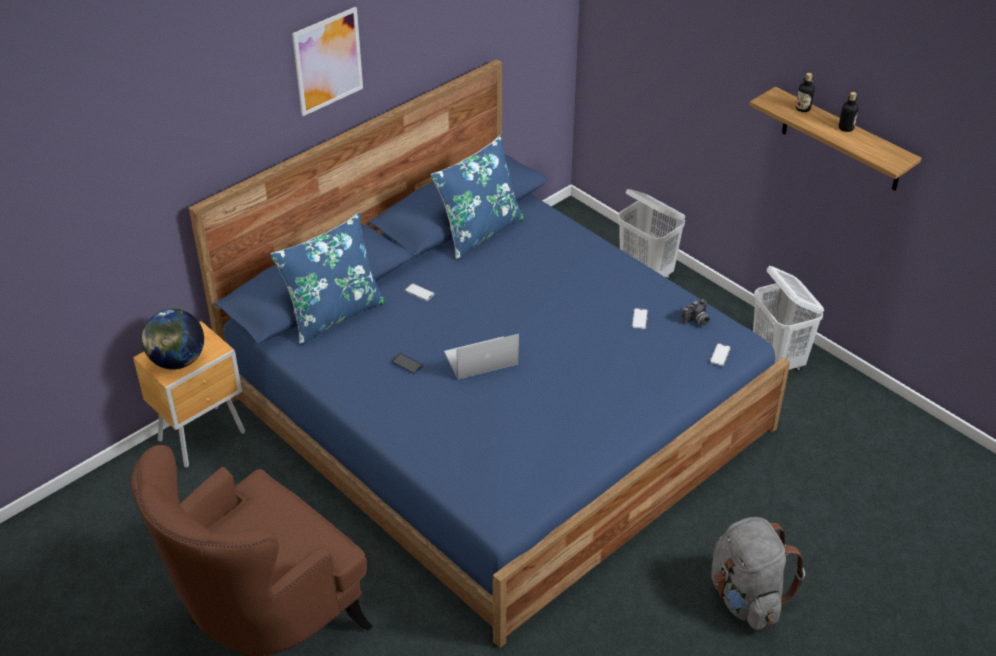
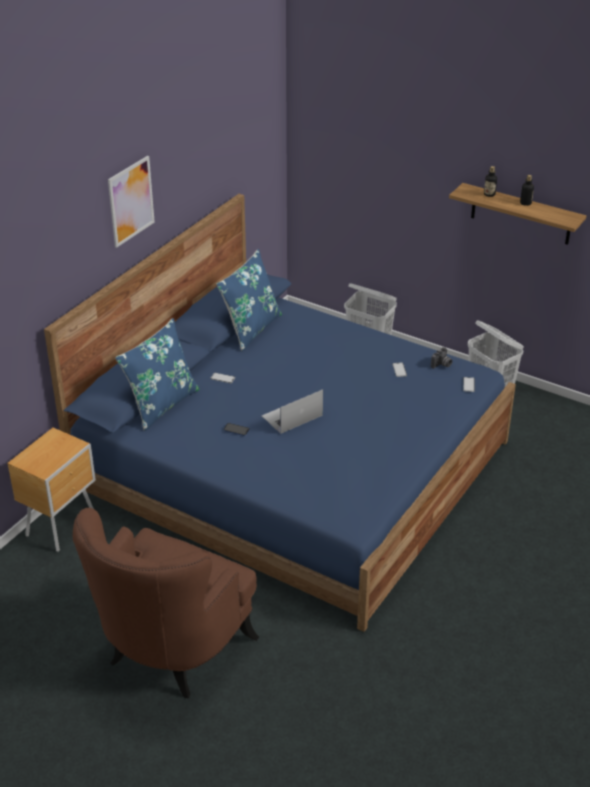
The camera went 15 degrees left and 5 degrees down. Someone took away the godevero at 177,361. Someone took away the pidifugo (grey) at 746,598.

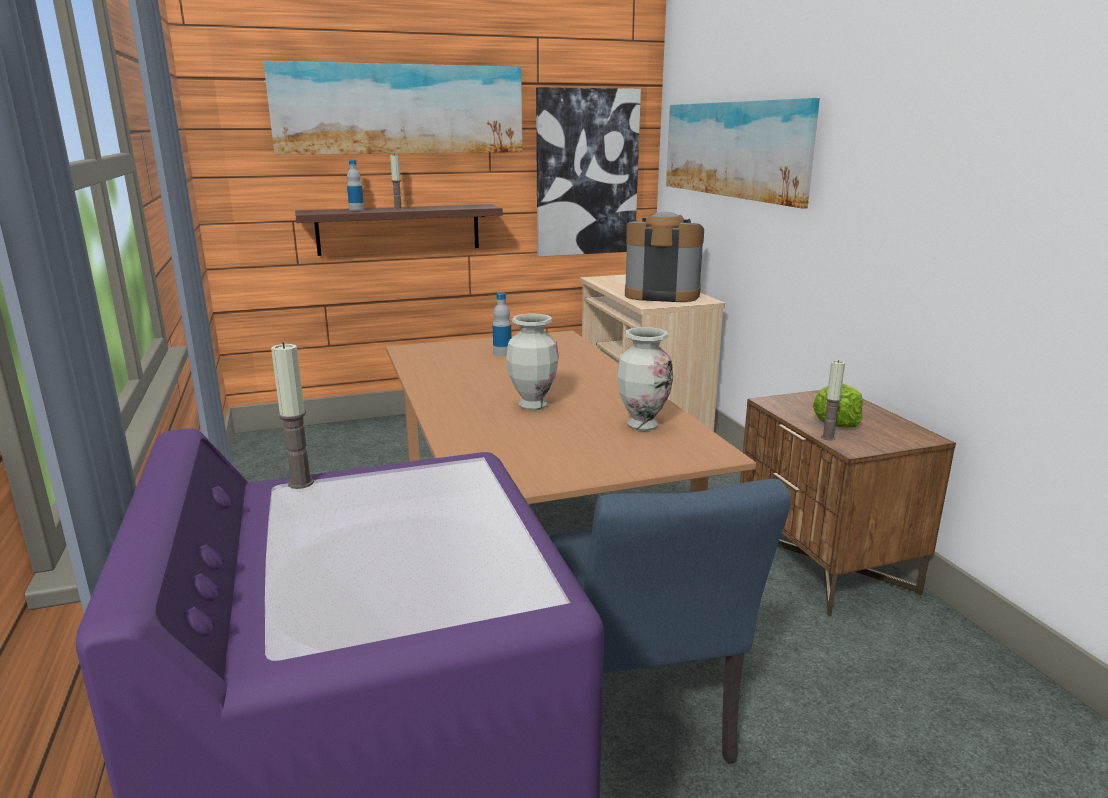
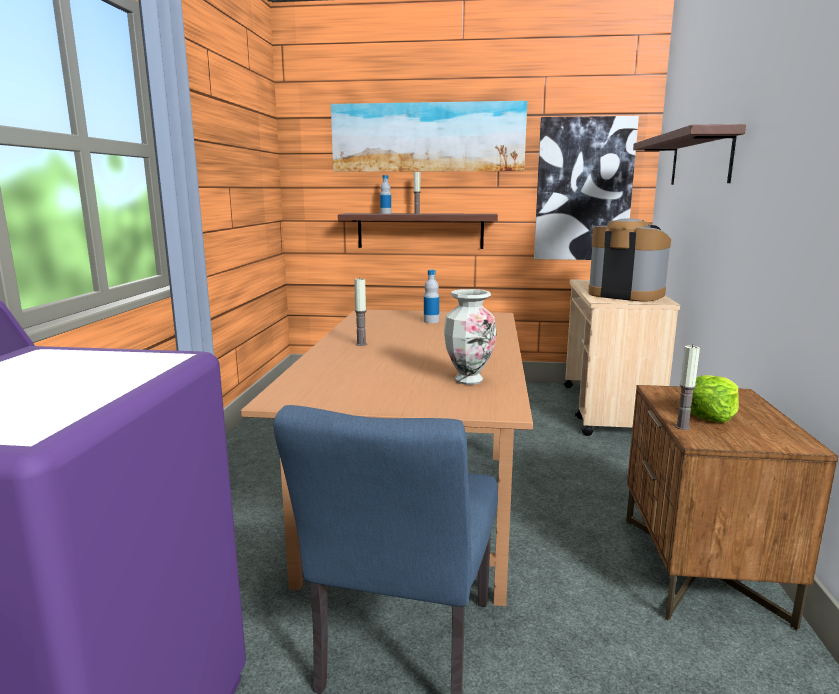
The camera went 25 degrees right and 5 degrees down. Someone carried the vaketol from 301,483 to 361,344. Someone swapped the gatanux at 735,149 for the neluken at 700,159. Someone took away the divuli at 532,405.

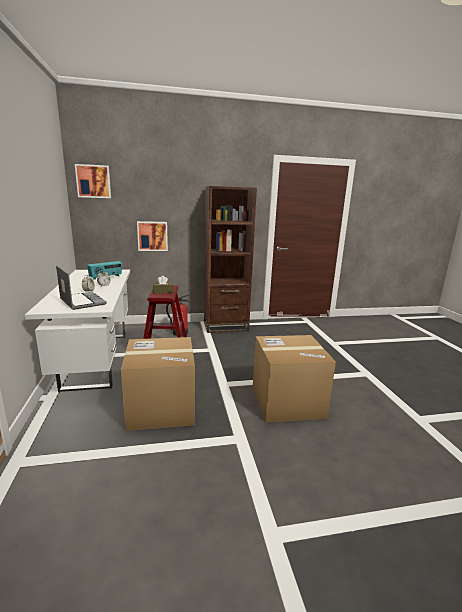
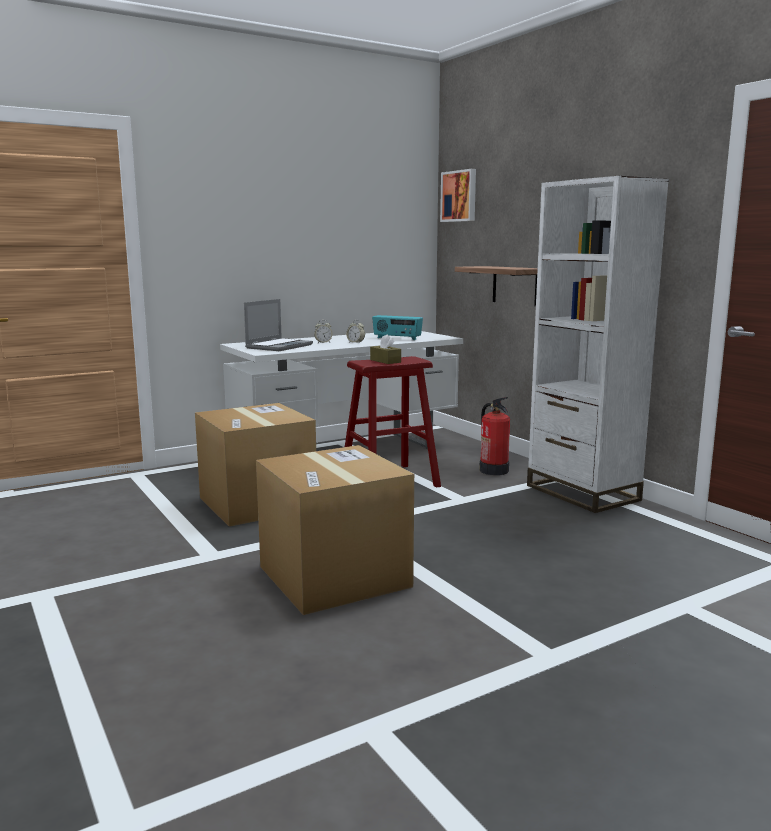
The camera went 70 degrees right and 5 degrees down. Someone swapped the gatanux at 152,236 for the neluken at 515,285. Someone repainted the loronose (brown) at 225,326, which became the loronose (white) at 582,493.

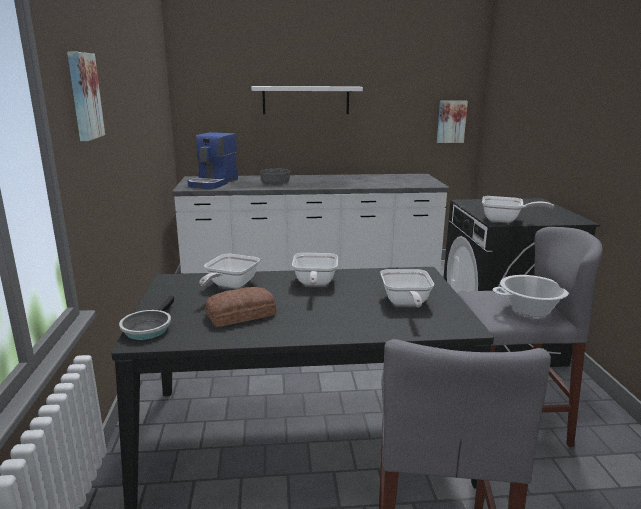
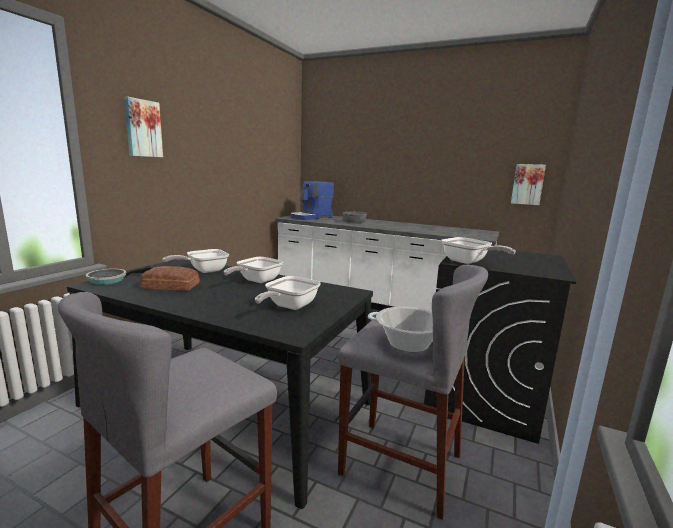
The camera went 30 degrees right and 5 degrees down. Someone took away the neluken (white) at 306,100.

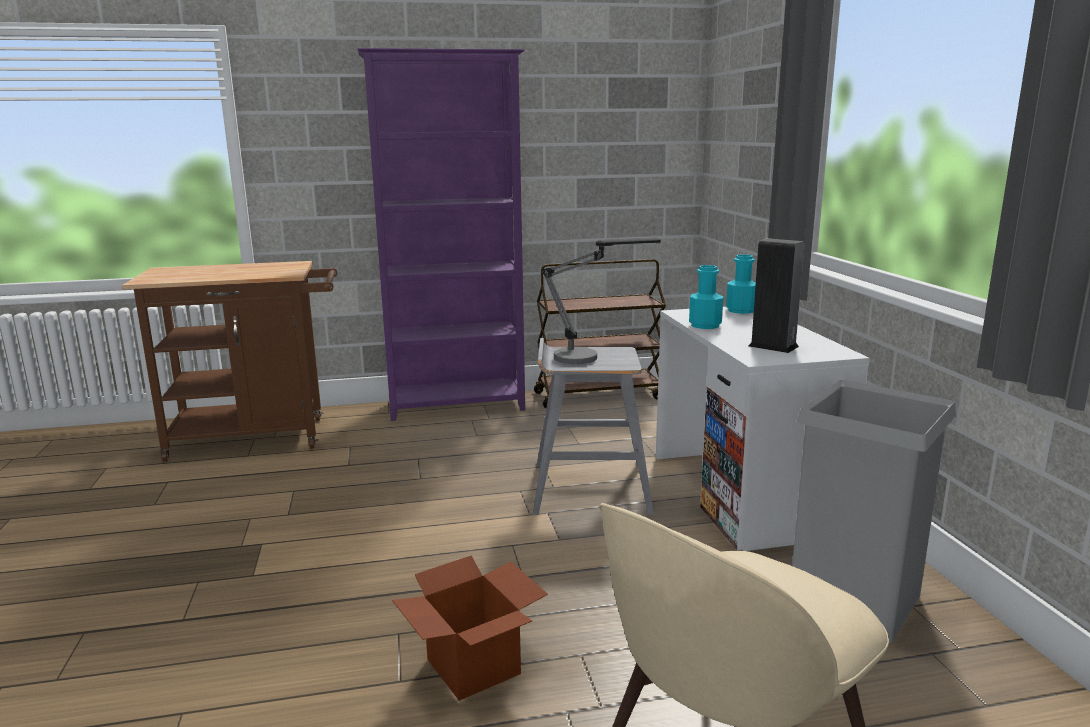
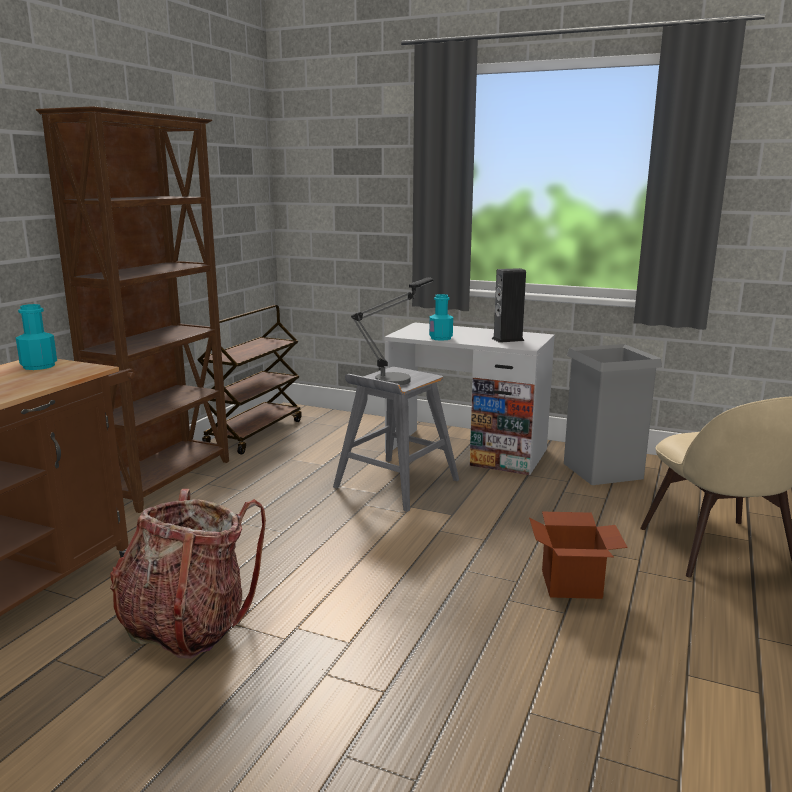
The camera went 55 degrees left and 0 degrees up. Someone carried the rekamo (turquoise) from 741,310 to 39,366. Someone repainted the loronose (purple) at 458,406, which became the loronose (brown) at 167,480. Someone put down the pidifugo at 188,626.

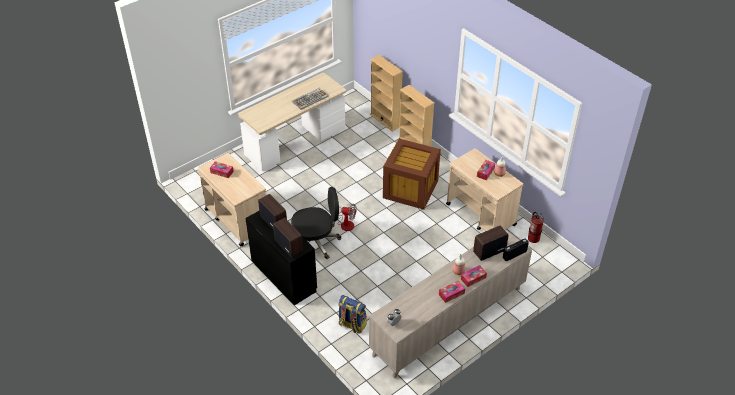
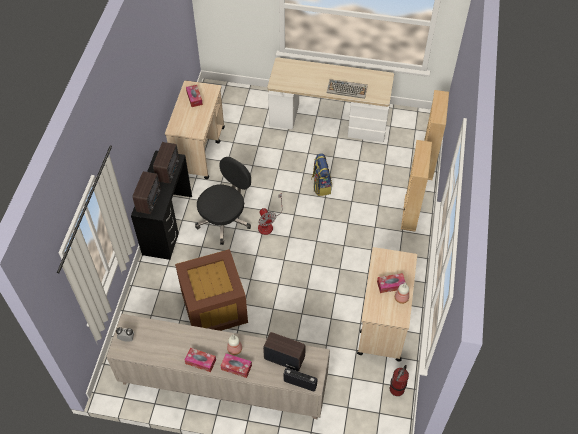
The camera went 50 degrees right and 10 degrees up. Someone carried the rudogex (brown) from 410,189 to 215,306. Someone rotated the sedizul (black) at 316,242 by 90 degrees counterclockwise. Someone carried the pidifugo from 352,324 to 321,185.

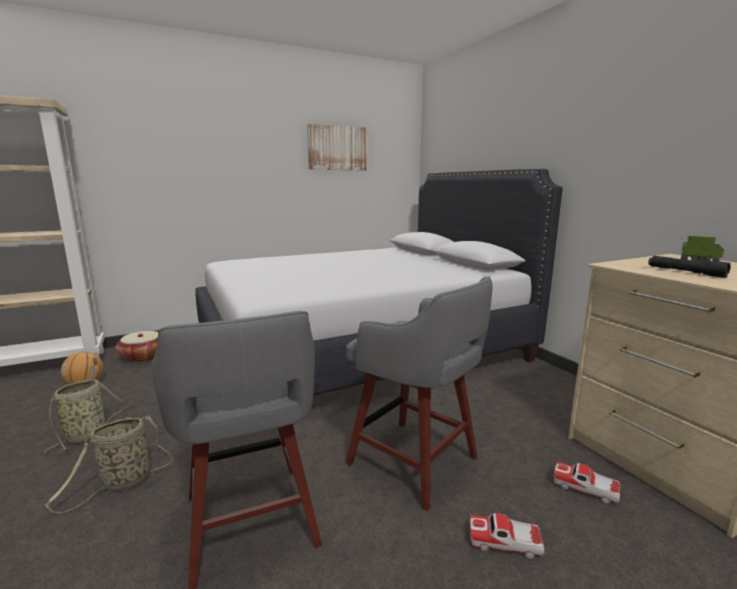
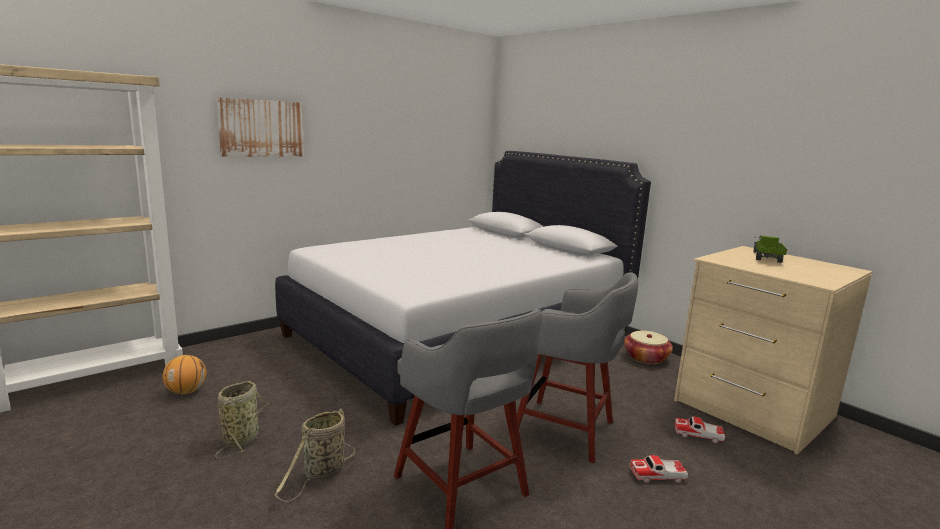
The camera went 15 degrees left and 0 degrees up. Someone carried the gatanux from 338,148 to 261,128. Someone carried the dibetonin from 143,357 to 646,358. Someone took away the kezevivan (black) at 685,272.

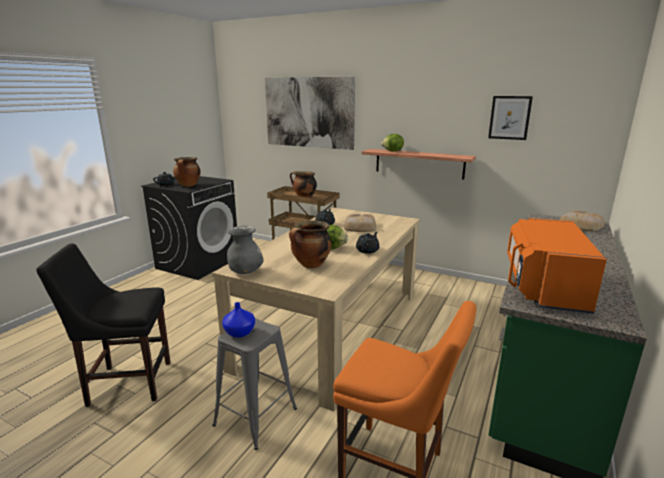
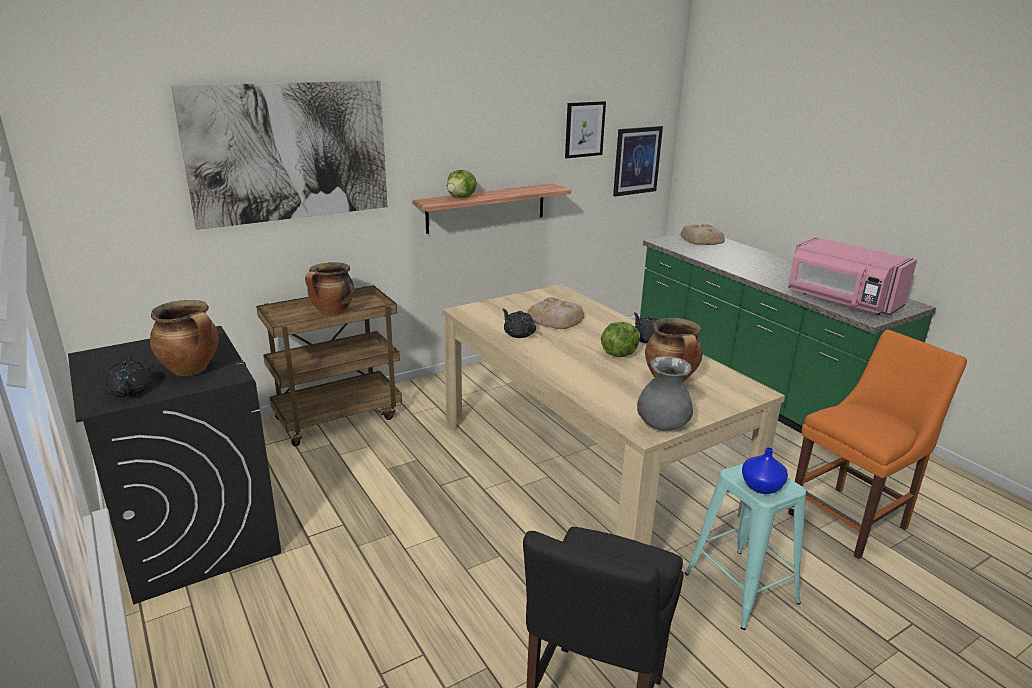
The camera went 60 degrees left and 5 degrees up. Someone put up the gatanux at 637,161. Someone repainted the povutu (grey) at 255,417, which became the povutu (turquoise) at 741,588. Someone repainted the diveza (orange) at 543,286, which became the diveza (pink) at 840,301.

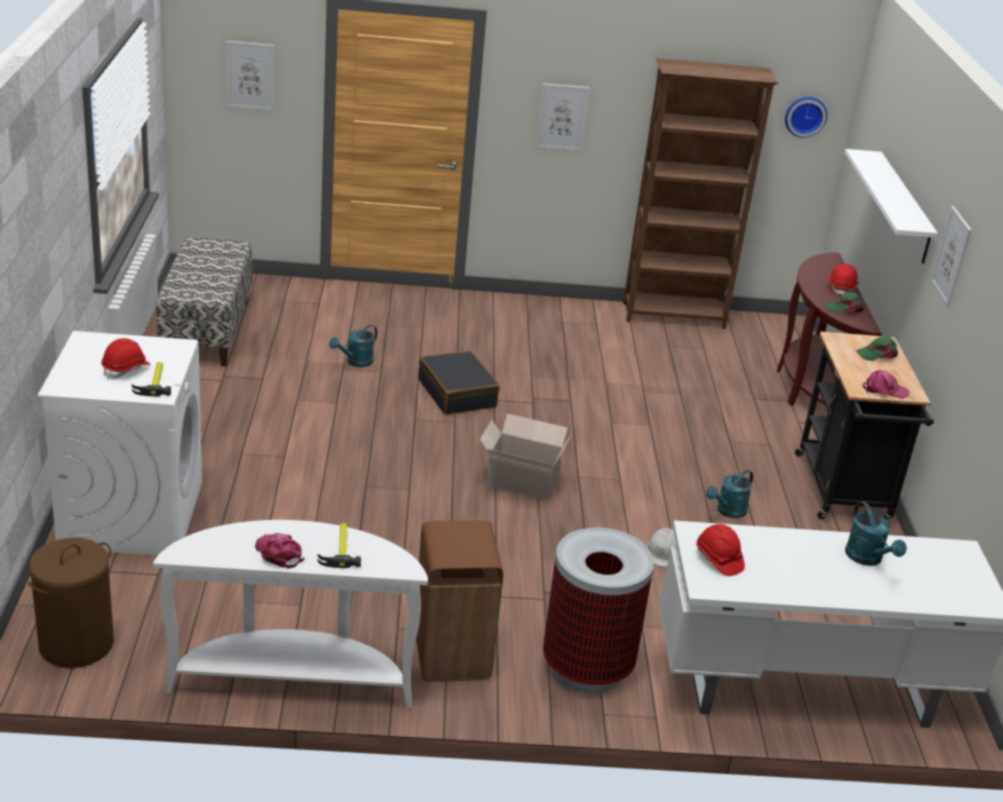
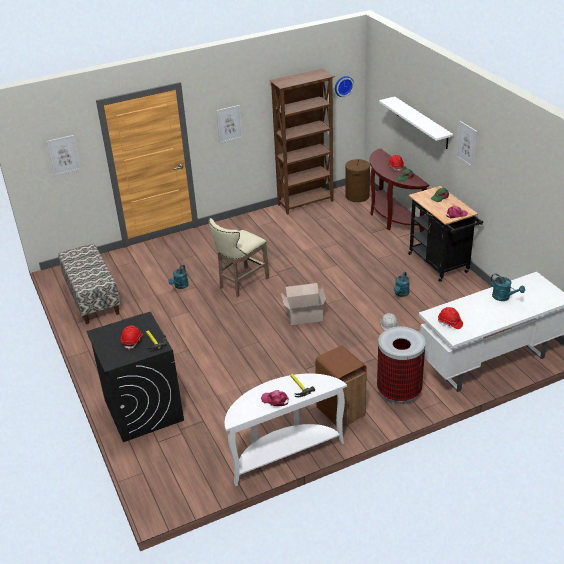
The camera went 20 degrees left and 5 degrees up. Someone repainted the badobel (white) at 131,514, which became the badobel (black) at 143,409. Someone swapped the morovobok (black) at 457,393 for the povutu (beige) at 241,283. Someone carried the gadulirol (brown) from 76,644 to 357,196.

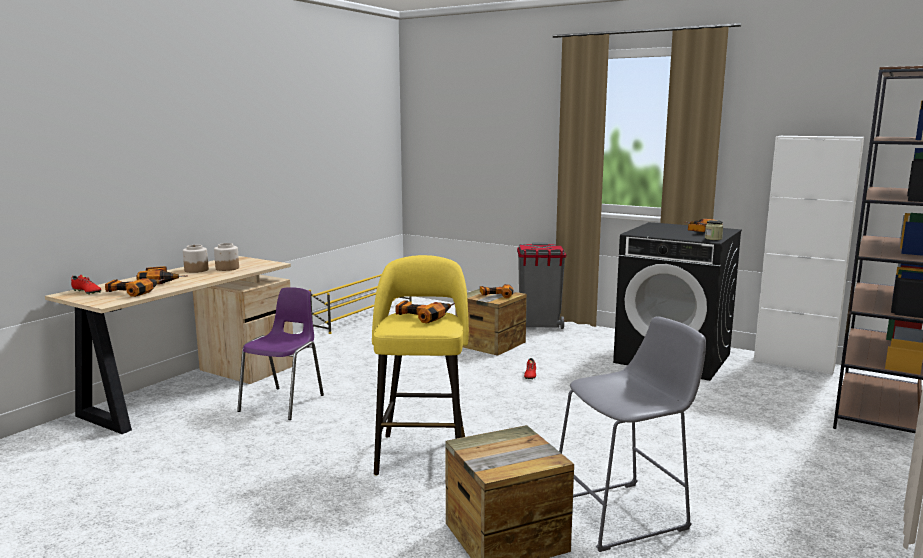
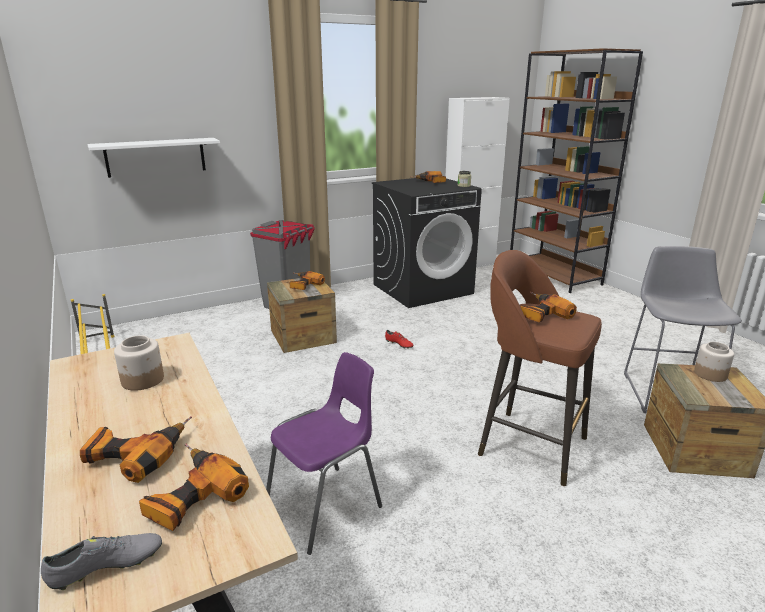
The camera went 60 degrees left and 10 degrees up. Someone repainted the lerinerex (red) at 86,292, which became the lerinerex (grey) at 107,568. Someone put up the neluken (white) at 156,157. Someone rotated the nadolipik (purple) at 284,402 by 90 degrees clockwise. Someone repainted the povutu (yellow) at 422,453, which became the povutu (brown) at 529,445. Someone carried the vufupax from 196,270 to 710,374.

